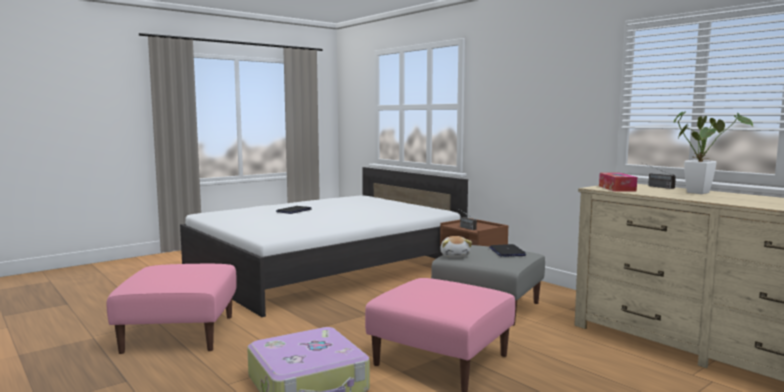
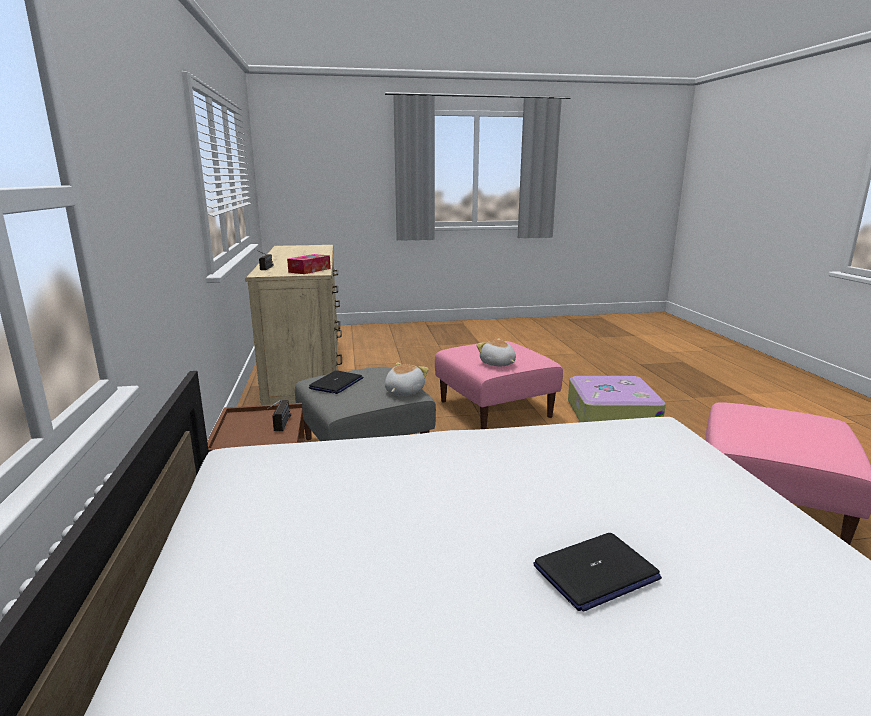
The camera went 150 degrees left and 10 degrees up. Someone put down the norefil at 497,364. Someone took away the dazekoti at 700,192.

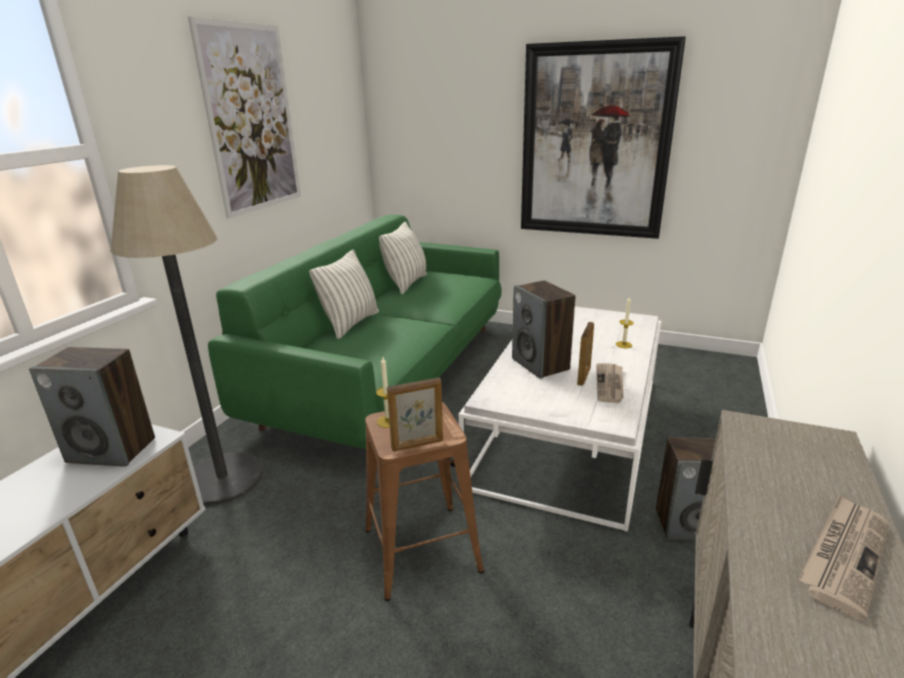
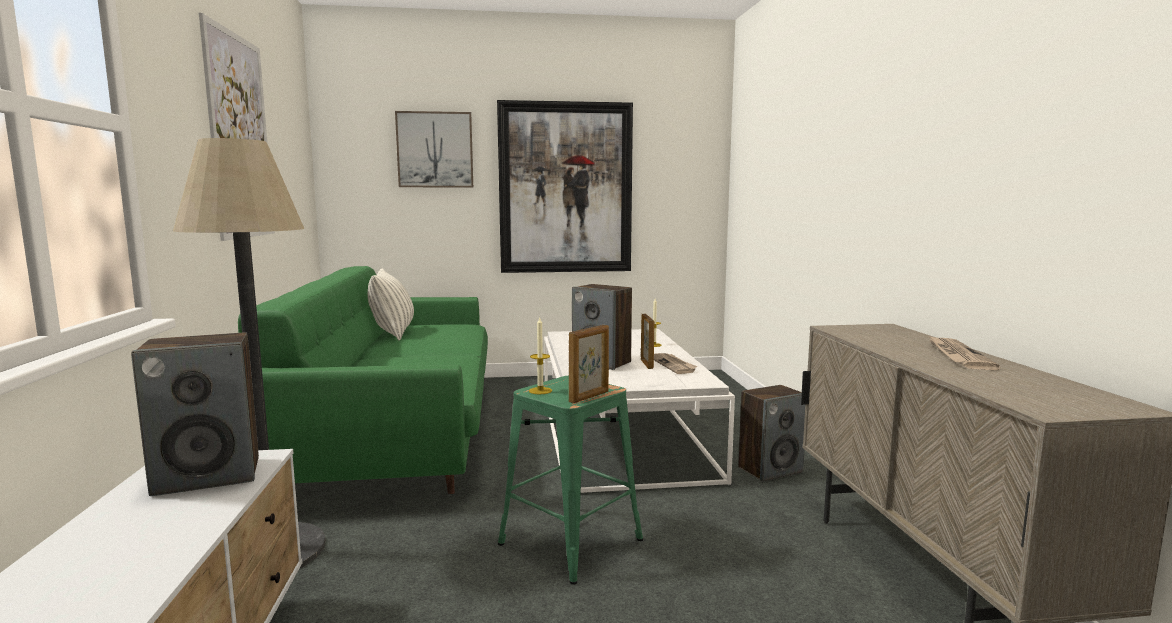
The camera went 30 degrees left and 15 degrees down. Someone put up the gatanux at 435,150. Someone repainted the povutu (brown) at 421,548, which became the povutu (green) at 569,541. Someone took away the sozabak at 350,323.

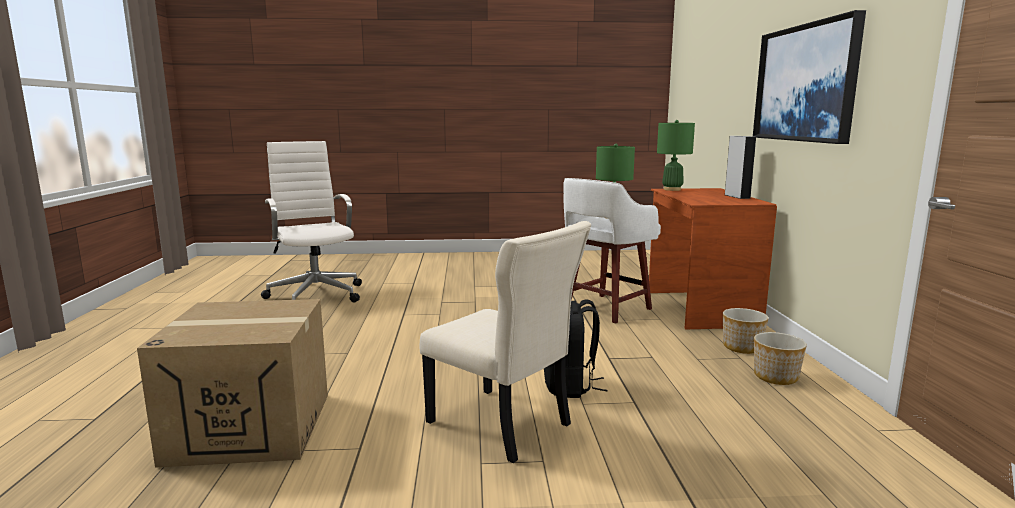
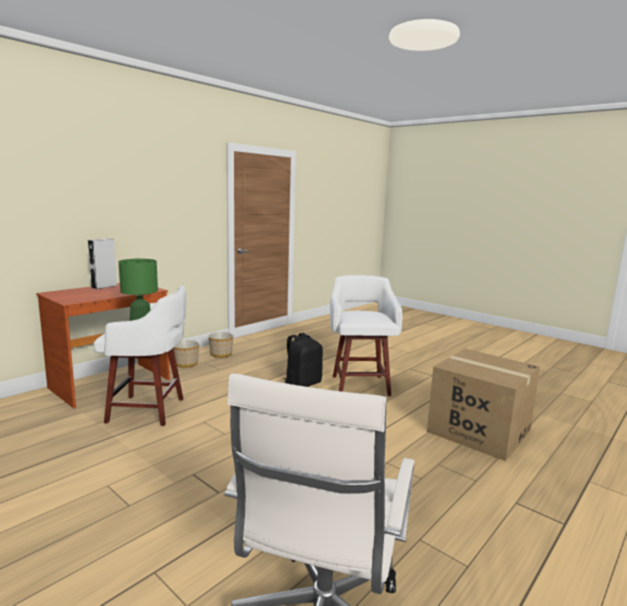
The camera went 135 degrees left and 0 degrees up. Someone swapped the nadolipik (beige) at 502,425 for the povutu (white) at 360,384. Someone took away the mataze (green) at 672,189. Someone took away the gatanux at 805,83.

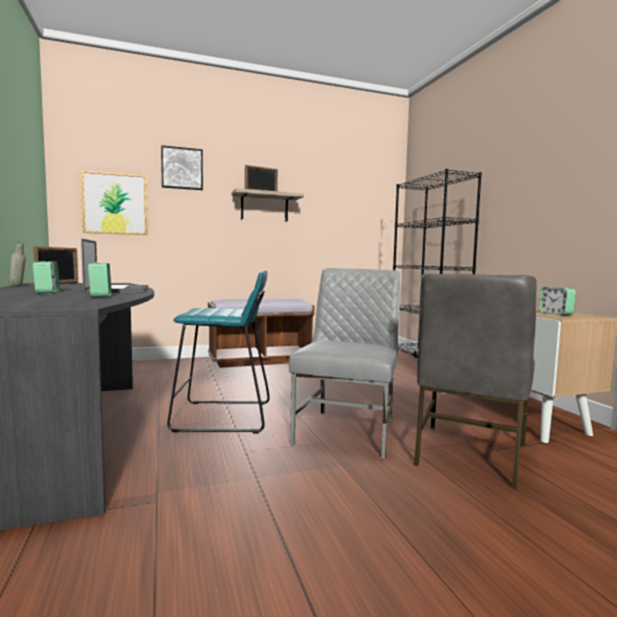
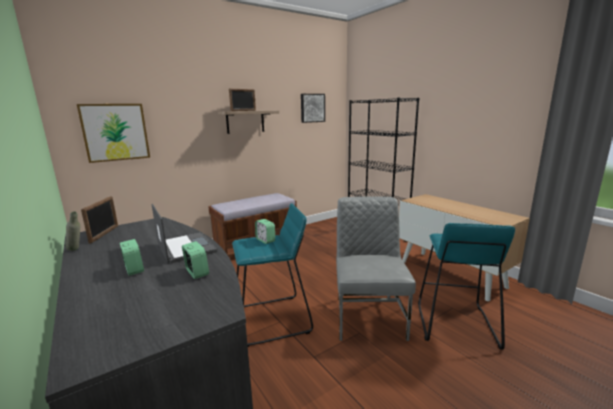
The camera went 15 degrees left and 10 degrees up. Someone carried the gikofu from 555,313 to 265,240. Someone carried the gatanux from 182,168 to 312,108. Someone swapped the nadolipik (grey) at 469,454 for the povutu (turquoise) at 454,323.

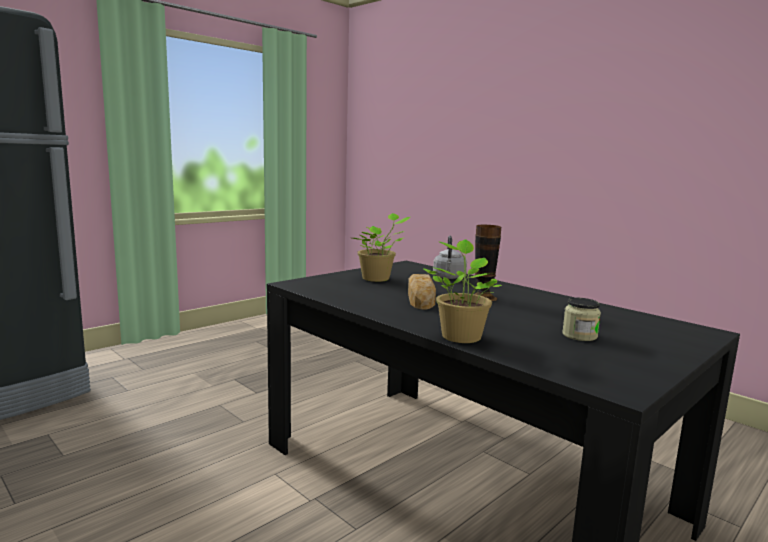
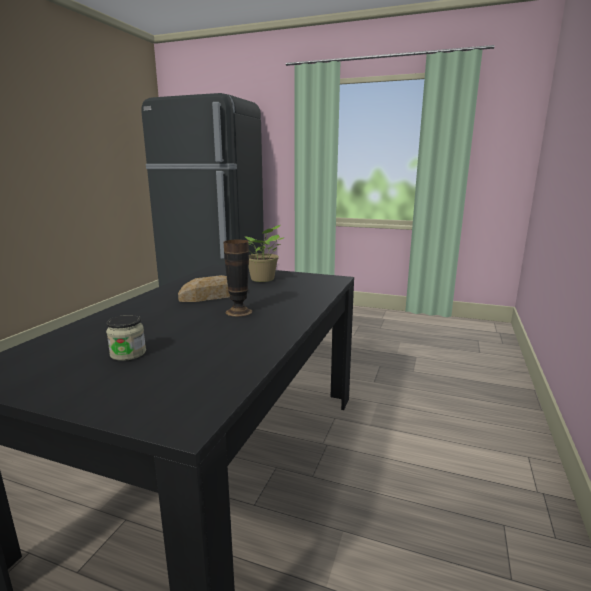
The camera went 65 degrees right and 5 degrees up. Someone took away the dazekoti at 460,336. Someone took away the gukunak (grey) at 449,277.

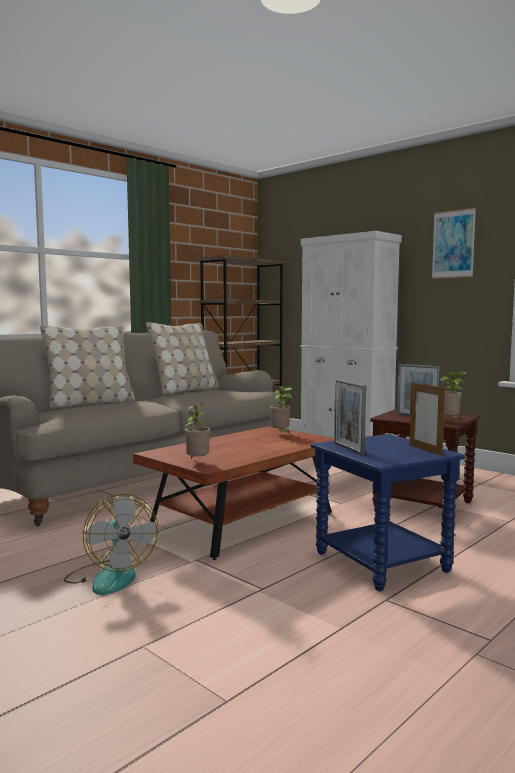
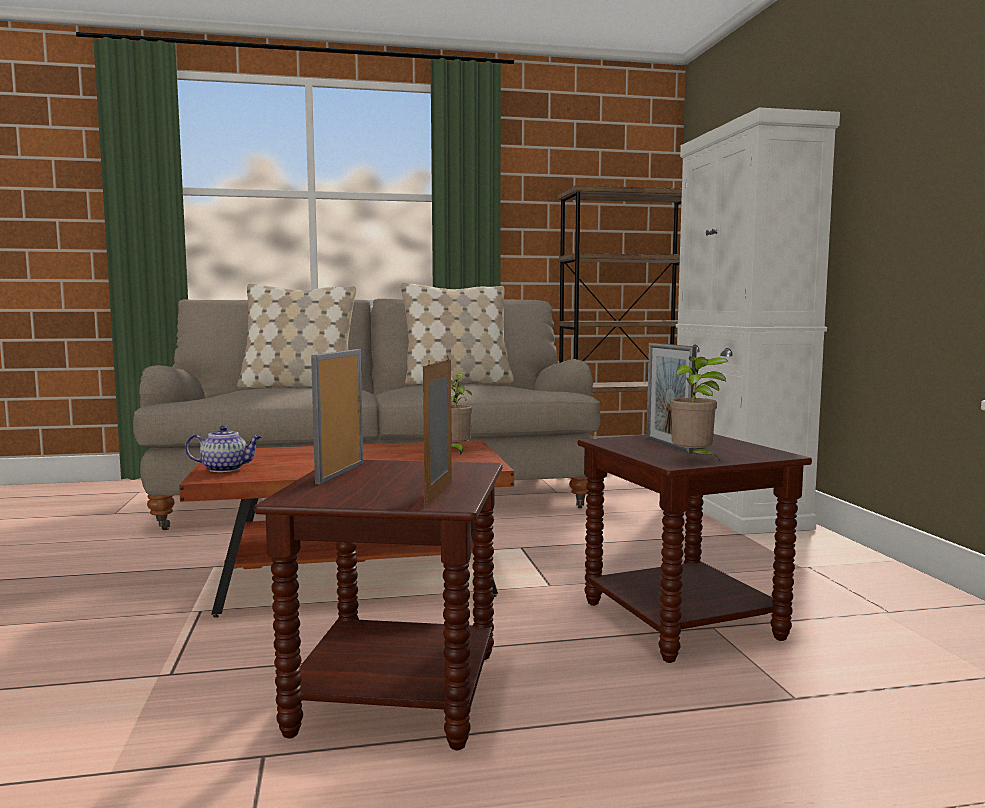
The camera went 35 degrees right and 0 degrees up. Someone swapped the dazekoti at 197,462 for the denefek at 226,469. Someone repainted the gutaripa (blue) at 383,562, which became the gutaripa (brown) at 398,694. Someone took away the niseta at 110,576. Someone took away the gatanux at 453,244.

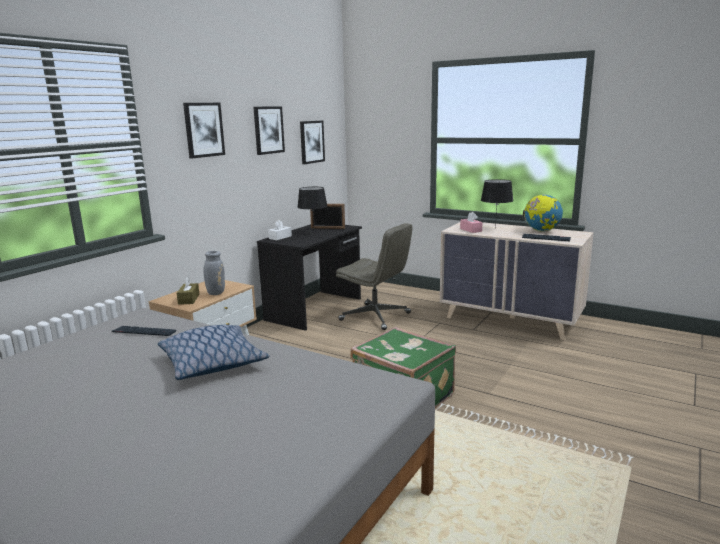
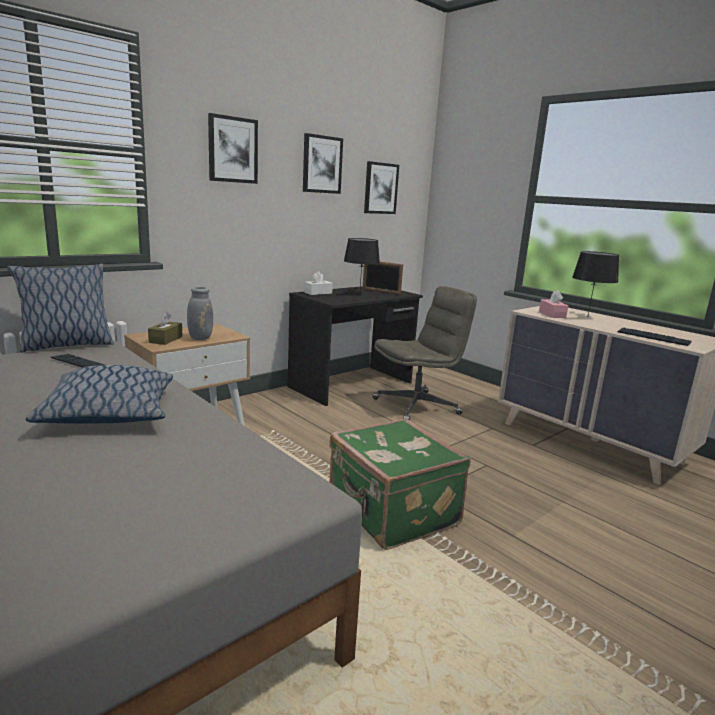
The camera went 15 degrees right and 0 degrees up. Someone put down the sozabak at 66,345. Someone rotated the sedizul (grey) at 376,317 by 75 degrees counterclockwise. Someone took away the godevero at 541,231.

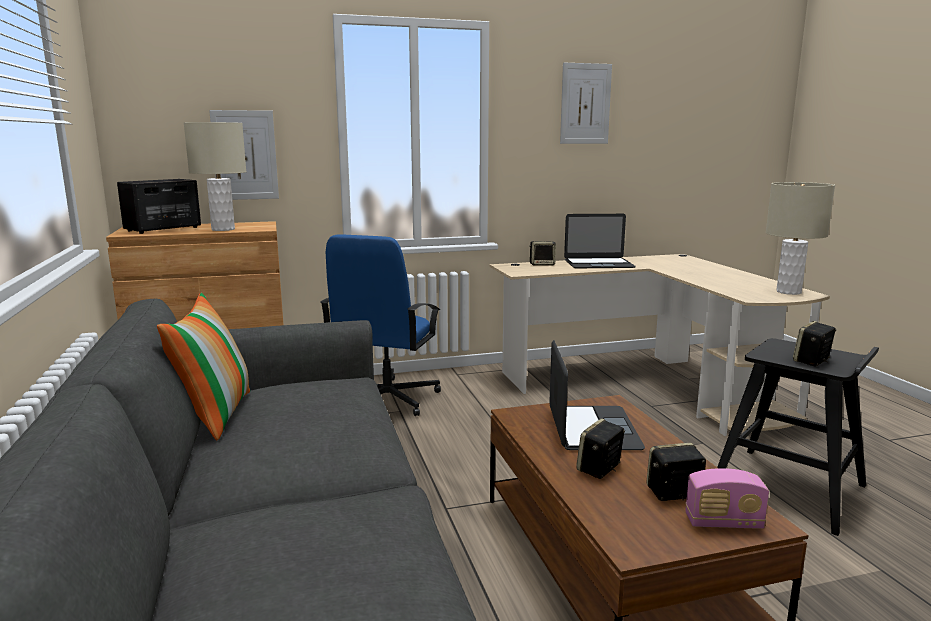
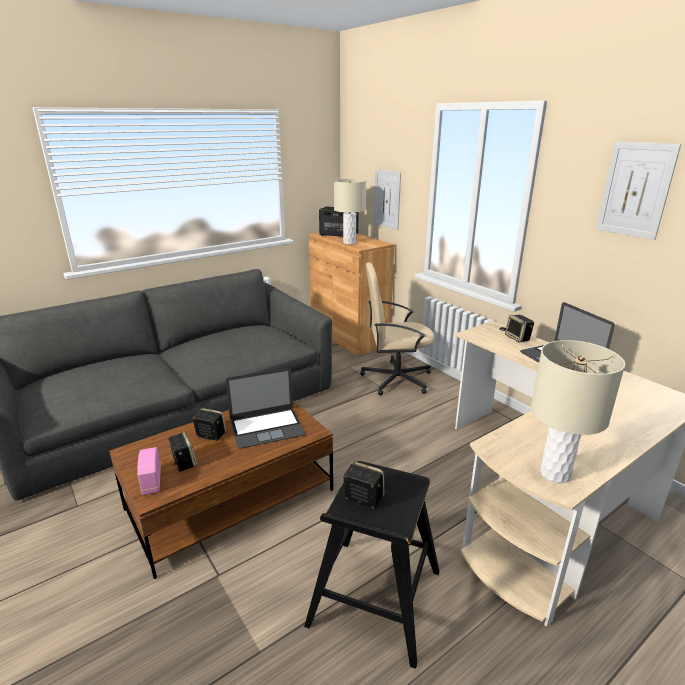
The camera went 70 degrees right and 10 degrees up. Someone repainted the sedizul (blue) at 386,399, which became the sedizul (beige) at 395,379. Someone took away the sozabak at 215,414.

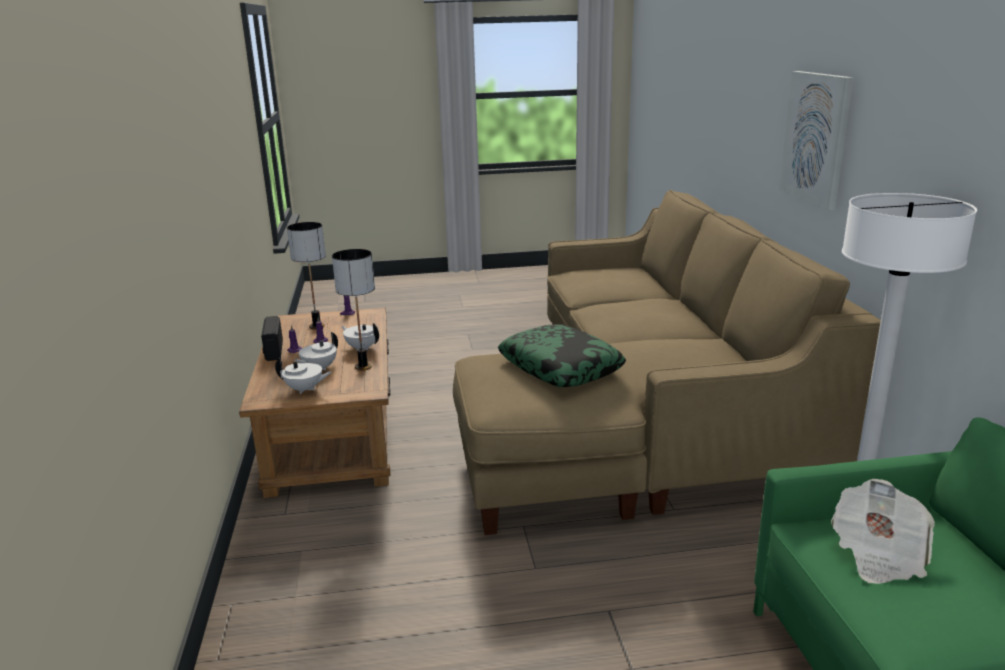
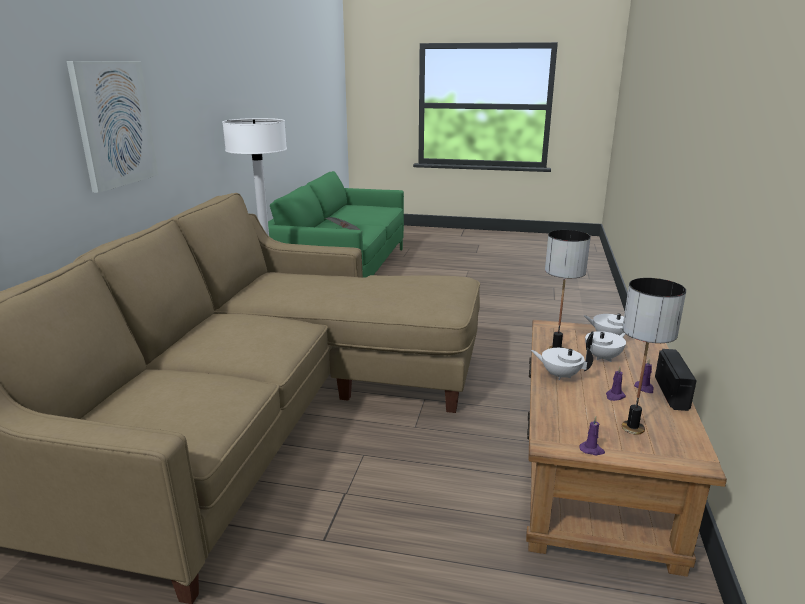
The camera went 160 degrees left and 0 degrees up. Someone rotated the denefek (white) at 362,348 by 150 degrees clockwise. Someone took away the sozabak at 560,367.

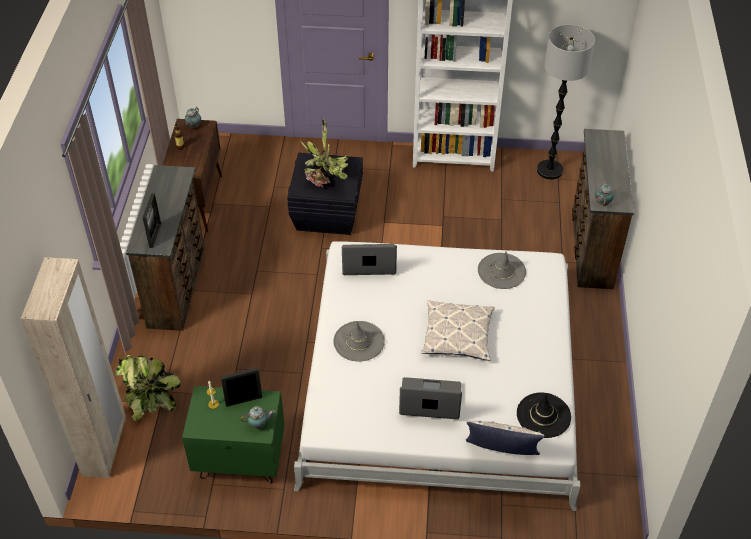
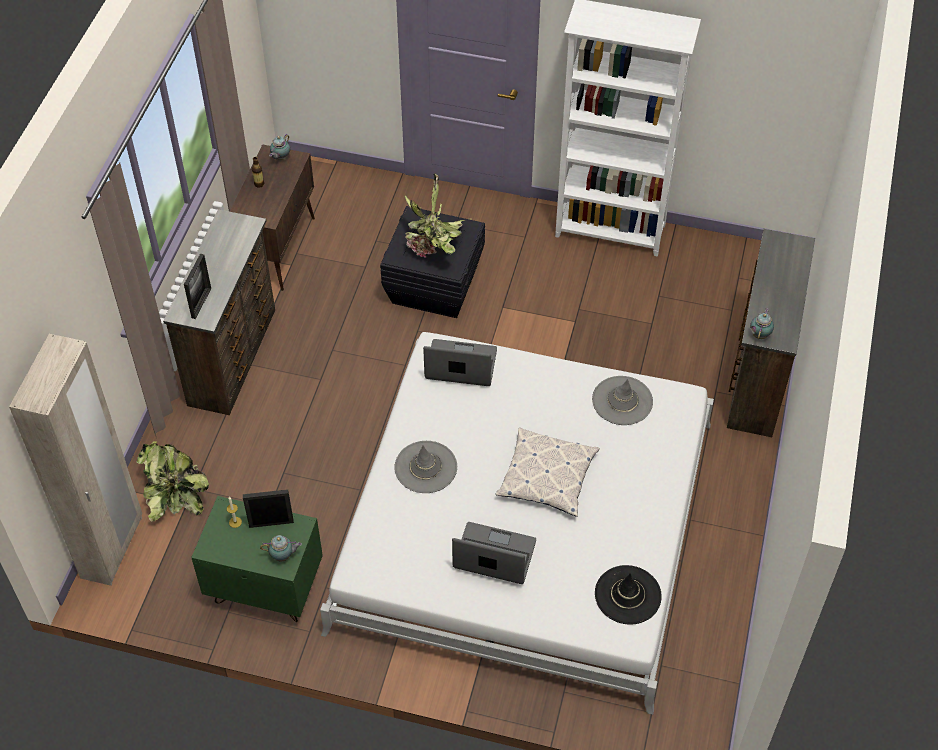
The camera went 10 degrees right and 5 degrees up. Someone took away the sozabak at 500,457. Someone took away the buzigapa at 550,170.

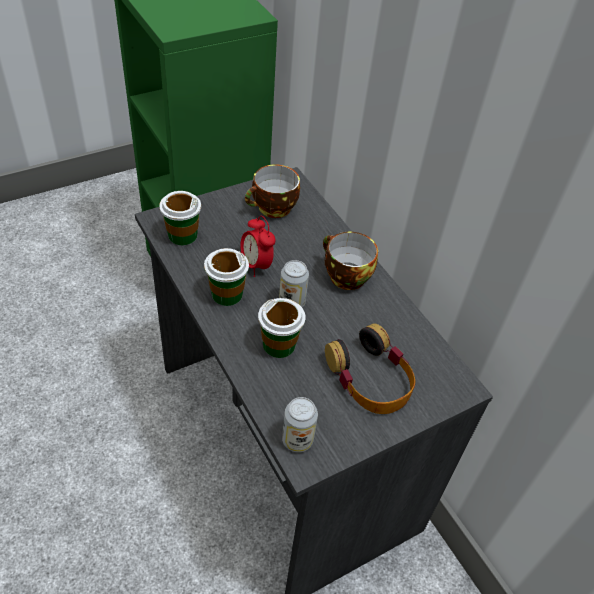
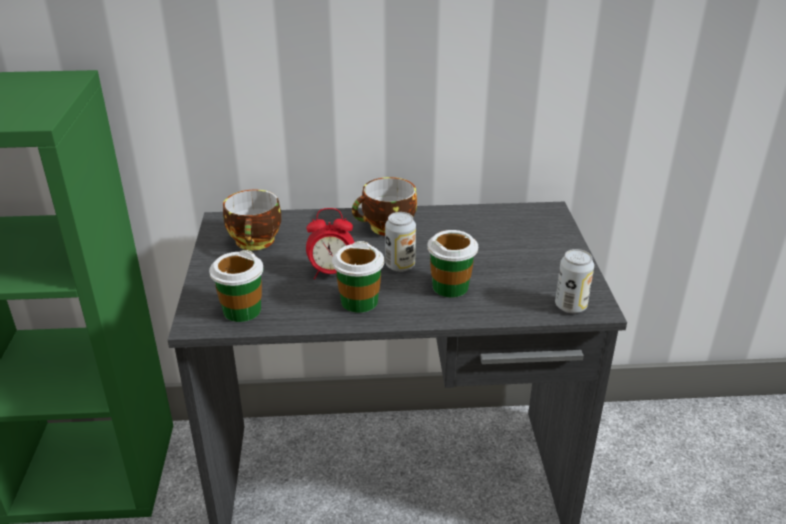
The camera went 60 degrees left and 15 degrees down. Someone took away the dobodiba at 370,378.

